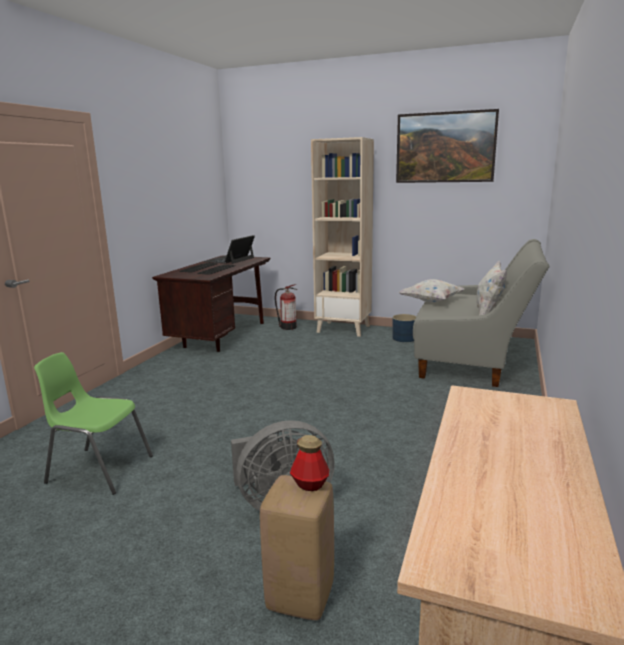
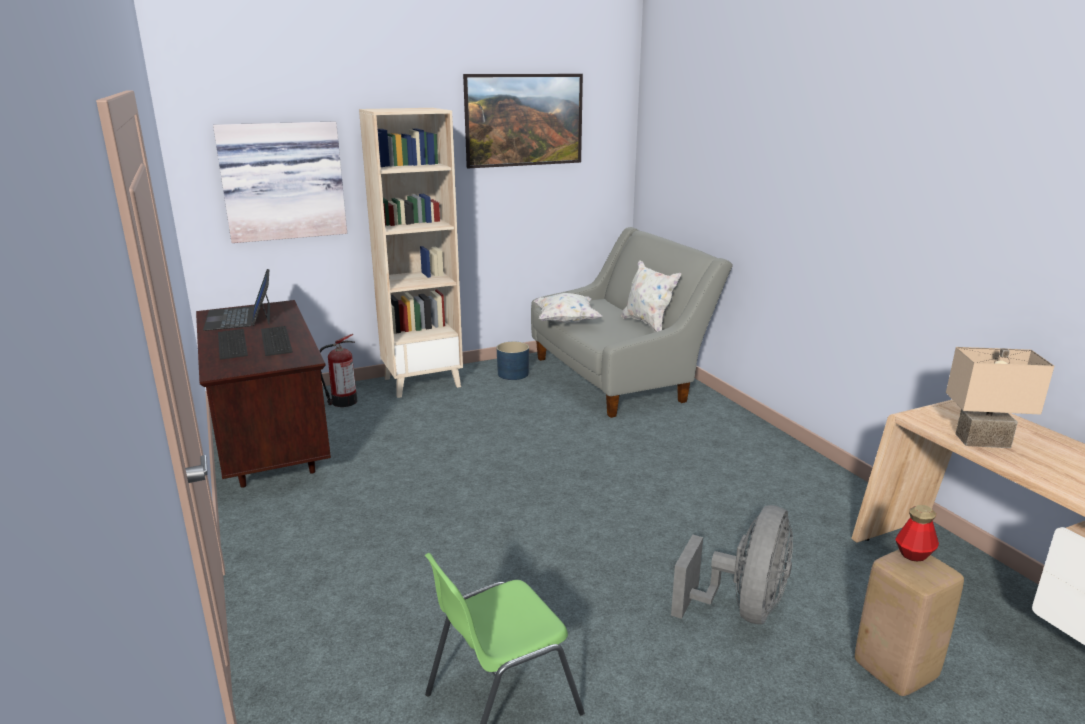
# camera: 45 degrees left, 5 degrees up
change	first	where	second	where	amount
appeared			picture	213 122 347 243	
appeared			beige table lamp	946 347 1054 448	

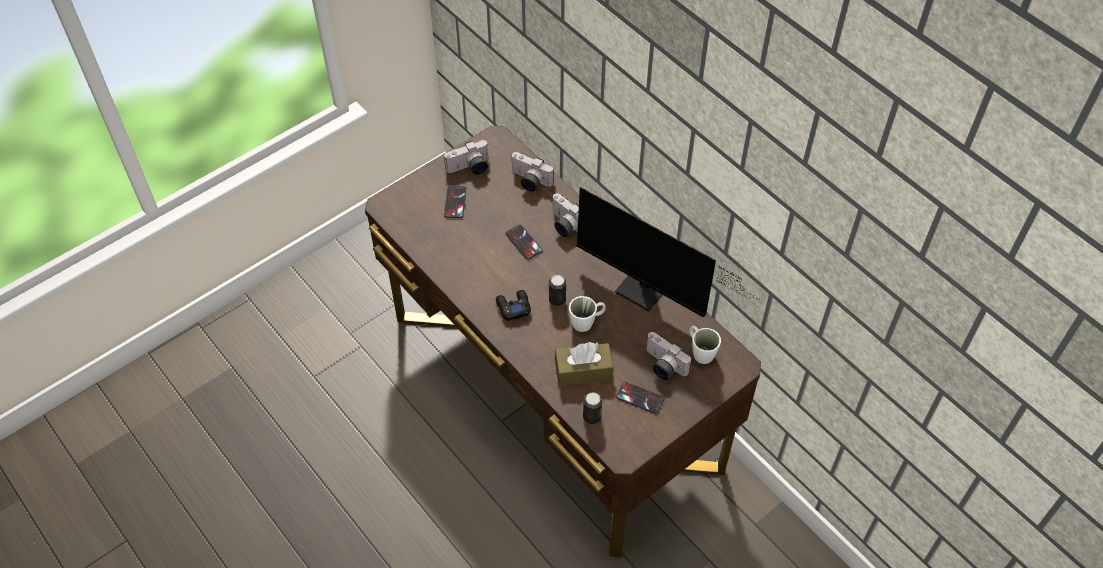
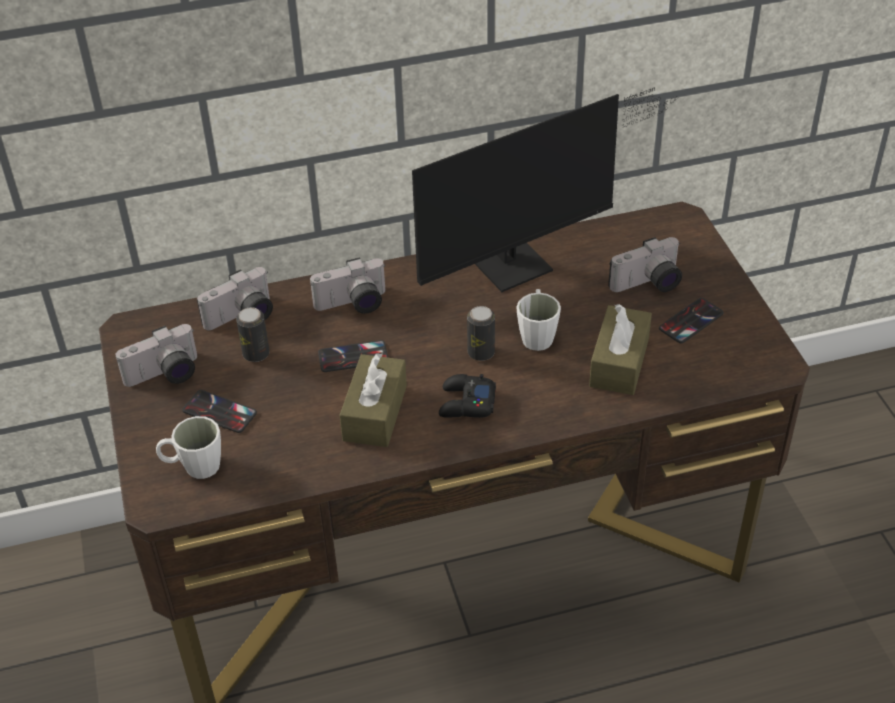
# camera: 65 degrees left, 10 degrees down
change	first	where	second	where	amount
spun	photo camera	444 140 489 174		116 324 197 387	60 degrees clockwise
relocated	white mug	690 326 721 364		156 416 221 479	
relocated	can	583 392 602 424		236 307 270 362	
appeared			brown tissue box	339 353 407 447	

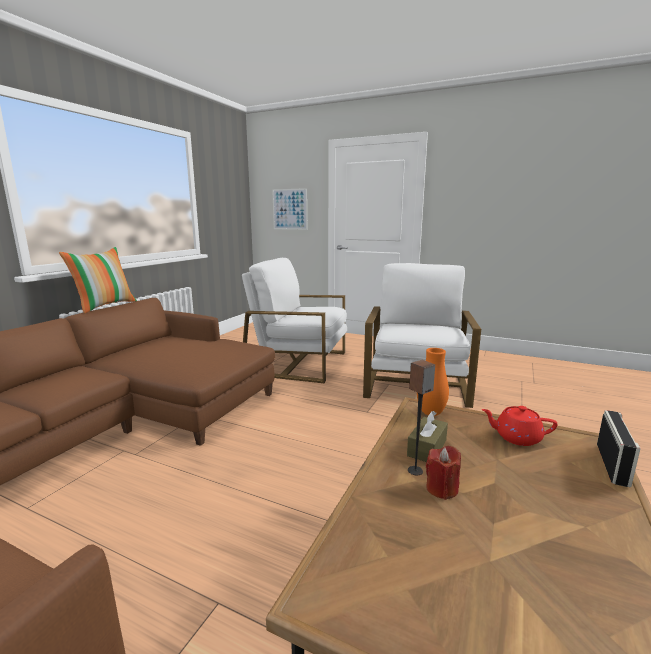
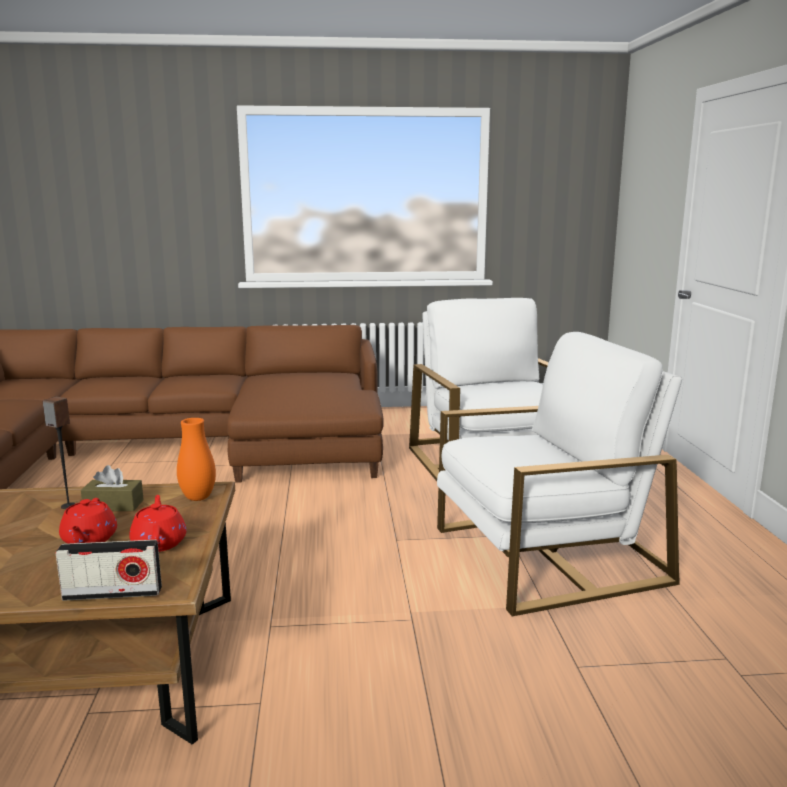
# camera: 60 degrees right, 0 degrees up
change	first	where	second	where	amount
missing	picture	272 188 307 230			
missing	pillow	59 247 137 313			
missing	red candle	426 446 461 500			
appeared			red teapot	59 498 117 544	

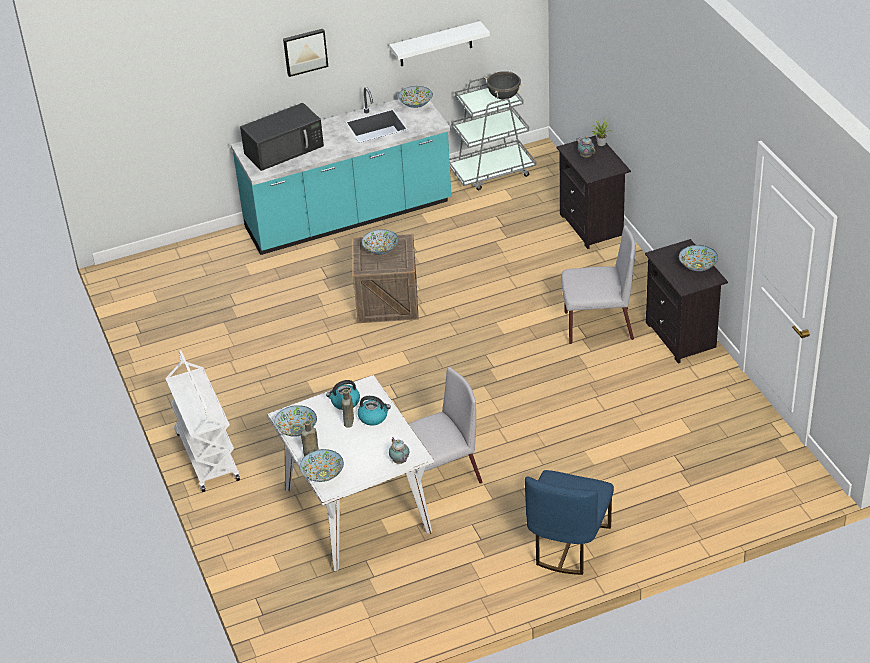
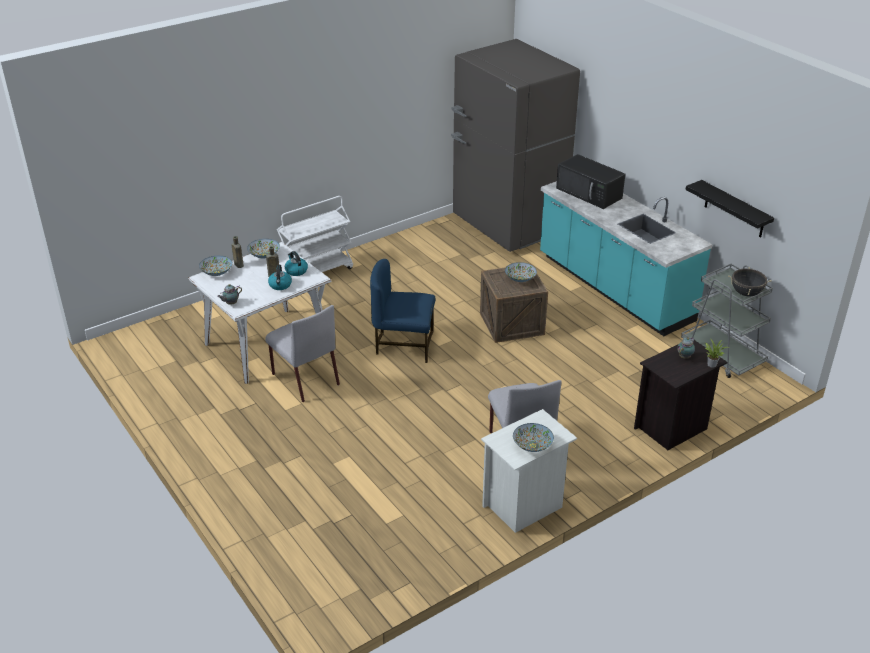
# camera: 75 degrees right, 5 degrees down
change	first	where	second	where	amount
colour	white shelf	389 21 490 66	black shelf	685 180 774 237	
missing	picture	283 29 328 77			
missing	bowl	398 86 433 108			
colour	black nightstand	645 239 728 364	white nightstand	481 409 577 533	
relocated	blue chair	525 470 614 575		370 259 435 363	
appeared			grey fridge	451 39 580 252	

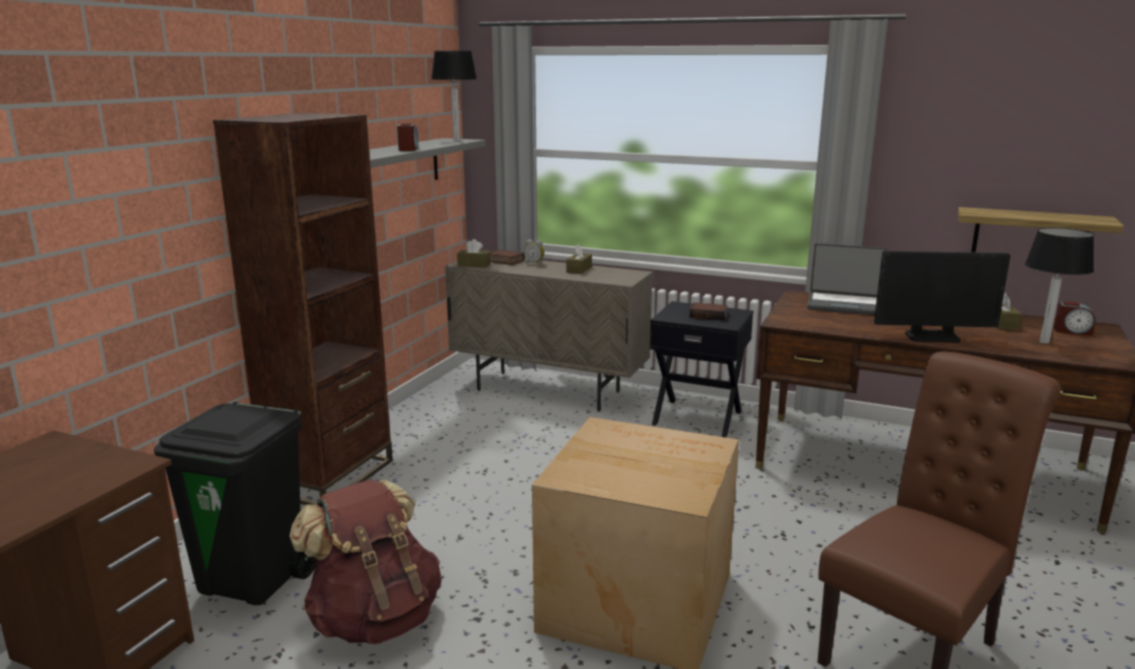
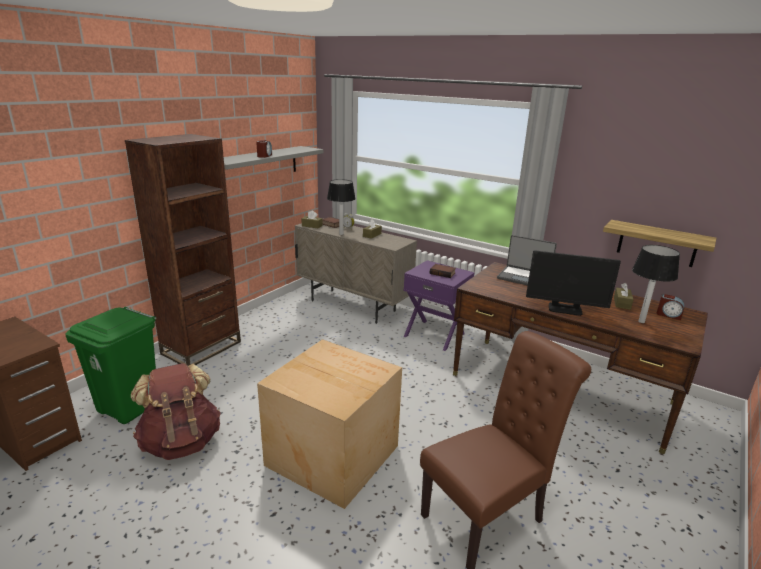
# camera: 10 degrees right, 5 degrees up
change	first	where	second	where	amount
relocated	table lamp	432 51 477 141		327 179 356 235	
colour	black nightstand	650 301 753 437	purple nightstand	404 260 474 351	
colour	black trash can	154 402 317 605	green trash can	66 307 156 424	

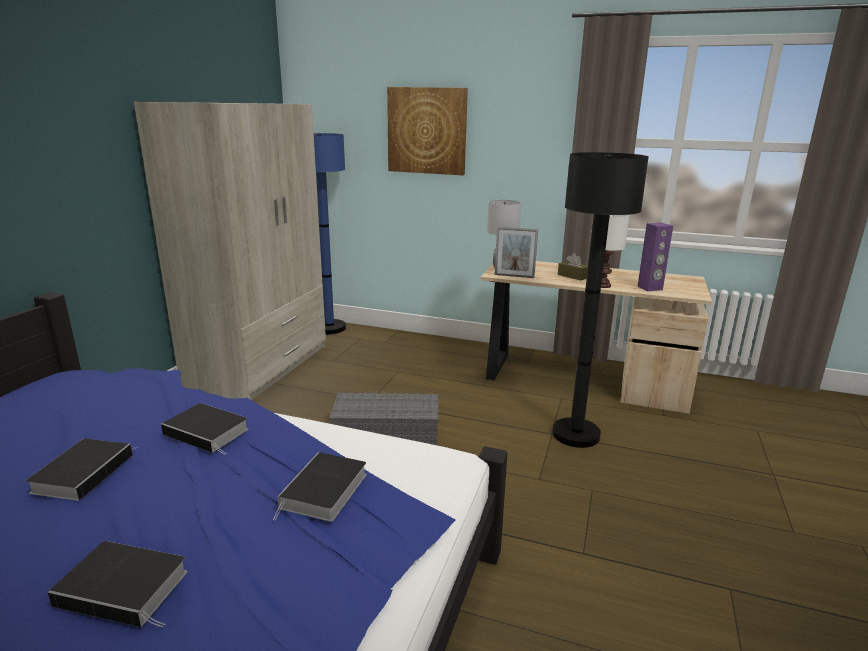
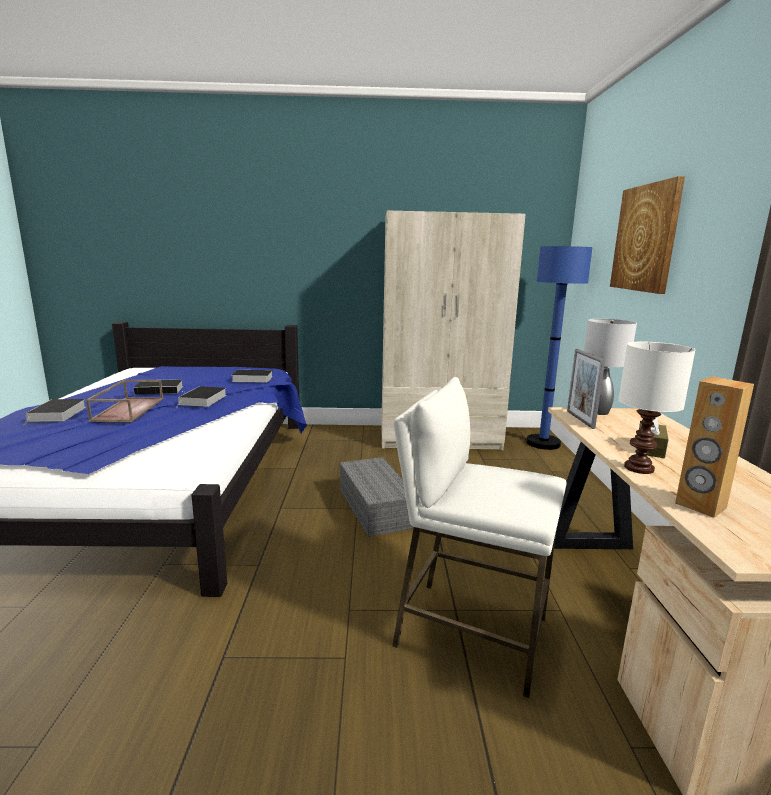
# camera: 70 degrees right, 5 degrees down
change	first	where	second	where	amount
exchanged	black floor lamp	552 152 649 448	white stool	392 377 567 698	
colour	purple speaker	638 223 673 291	brown speaker	675 377 754 518	
relocated	book	273 452 367 522		231 370 273 383	
appeared			brown tray	86 380 163 422	

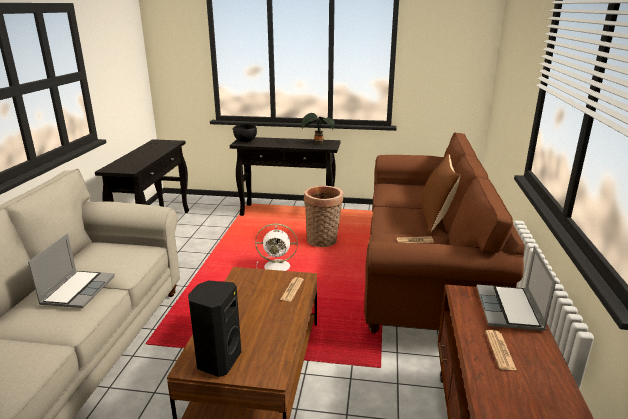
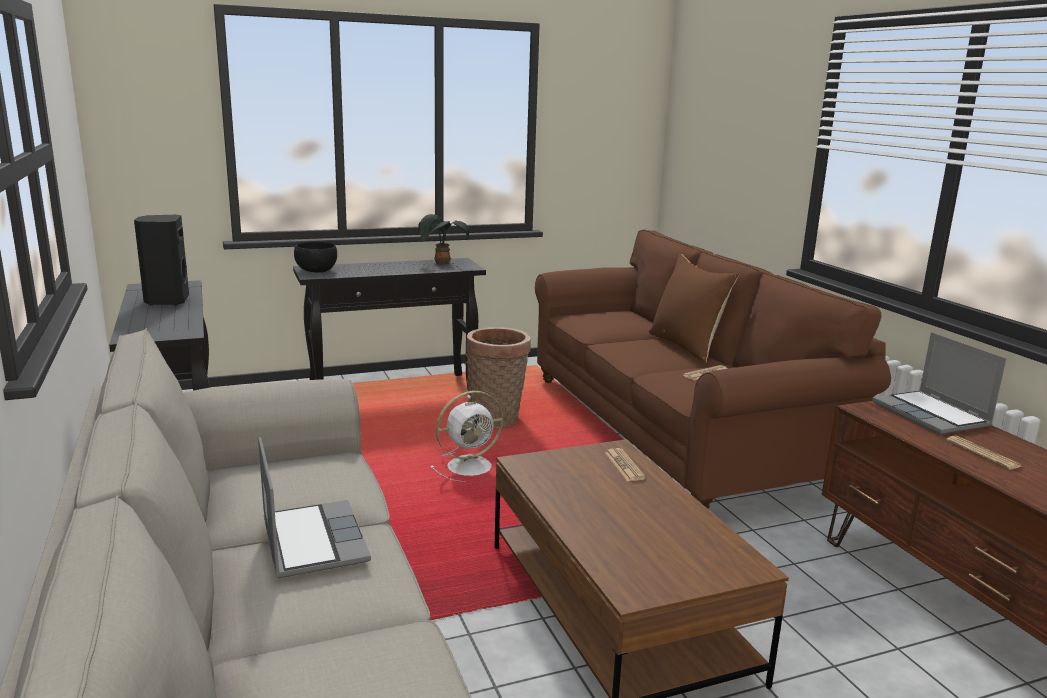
# camera: 30 degrees left, 5 degrees down
change	first	where	second	where	amount
relocated	black speaker	188 281 241 377		134 215 189 306	

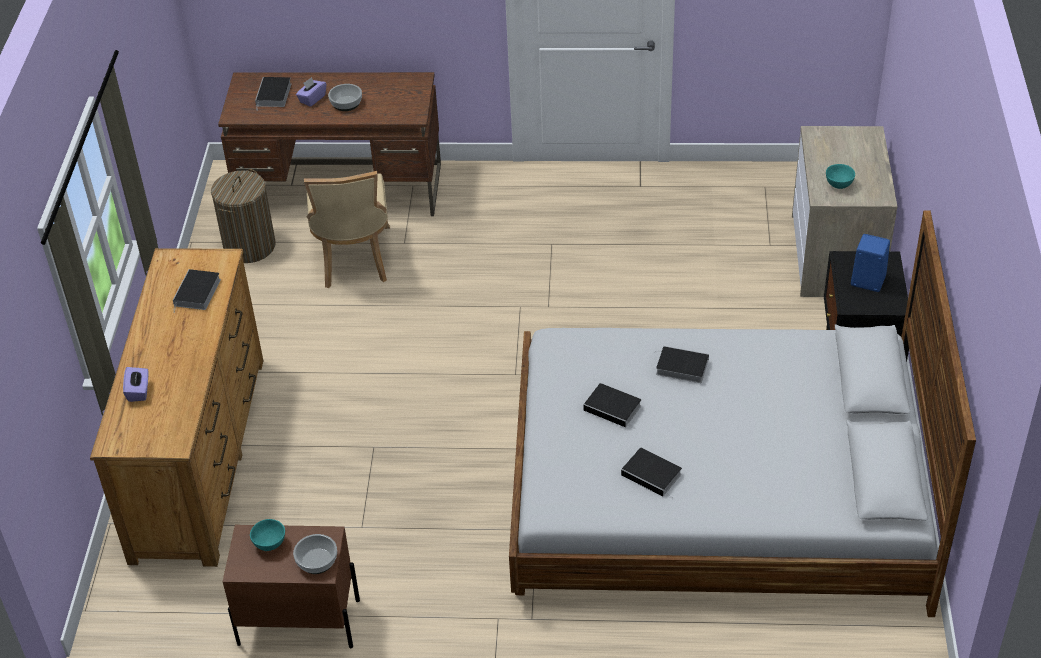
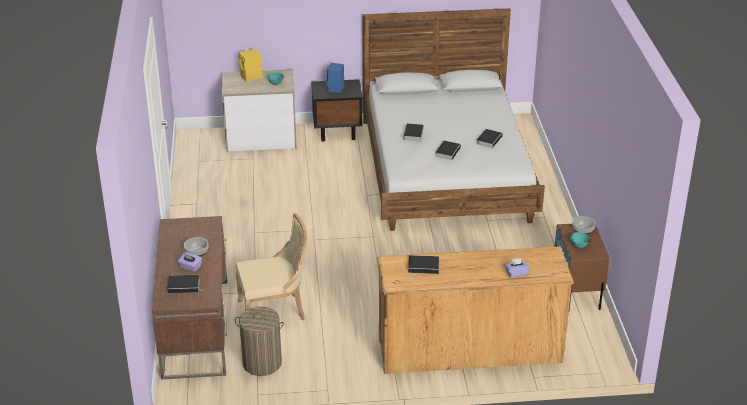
# camera: 100 degrees left, 10 degrees down
change	first	where	second	where	amount
appeared			yellow speaker	238 48 263 82	

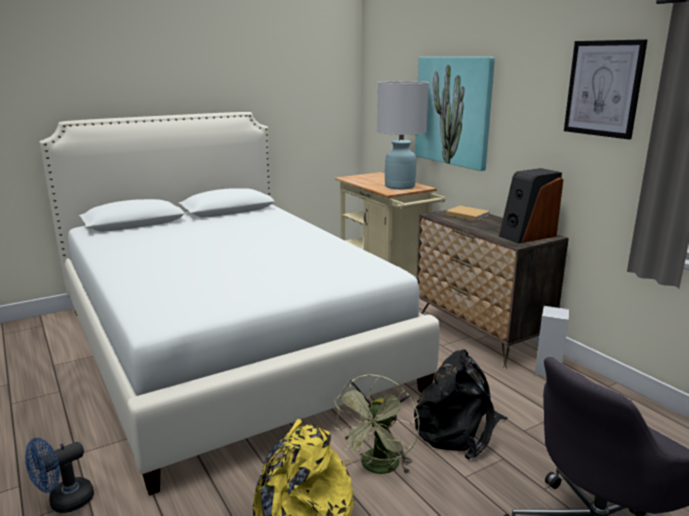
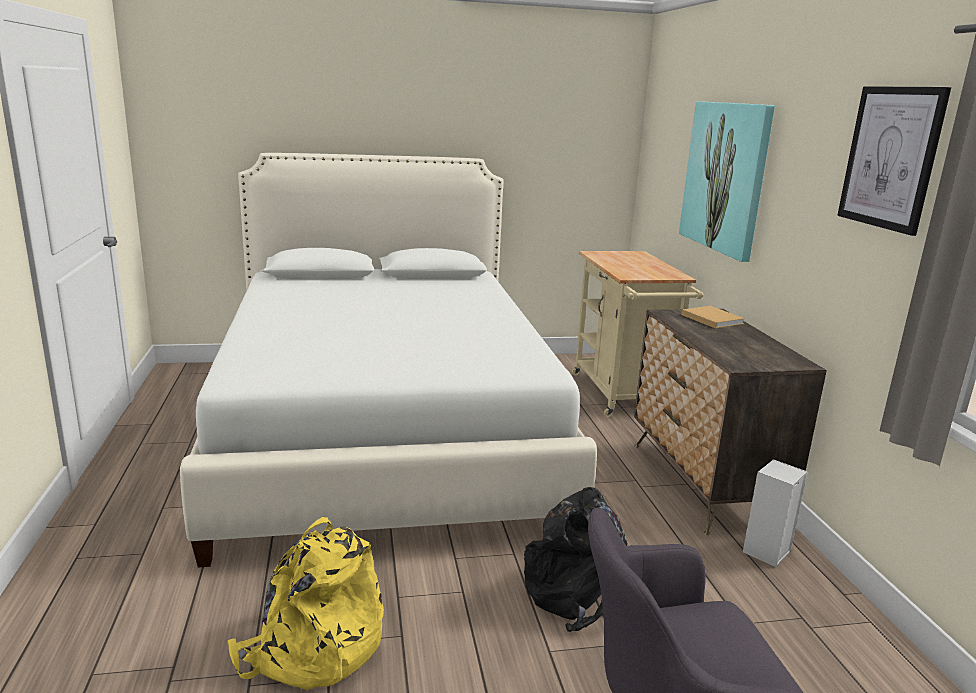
# camera: 20 degrees right, 0 degrees up
change	first	where	second	where	amount
missing	white table lamp	377 81 429 189			
missing	speaker	499 168 563 243			
missing	green fan	332 374 420 475			
missing	blue fan	25 438 94 513			

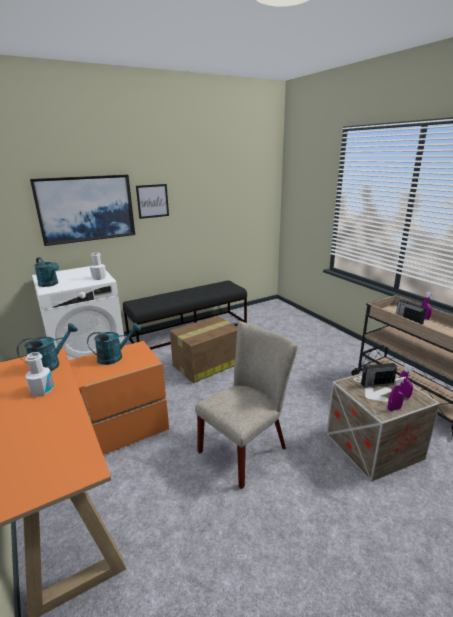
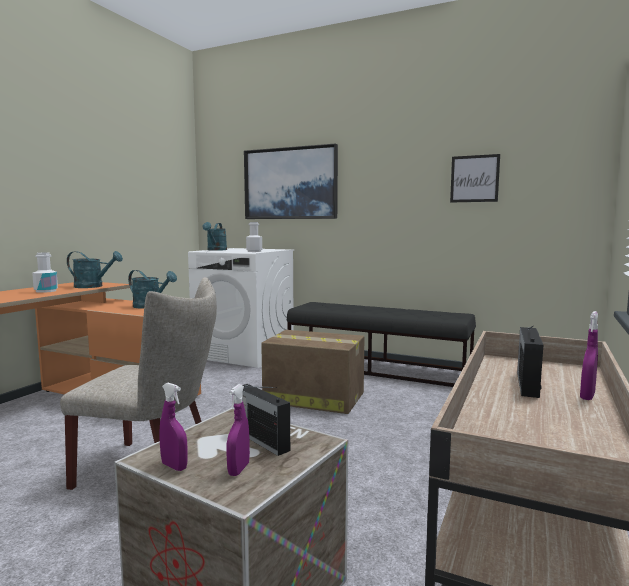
# camera: 55 degrees right, 15 degrees down
change	first	where	second	where	amount
relocated	picture	136 184 169 219		450 154 500 202	

